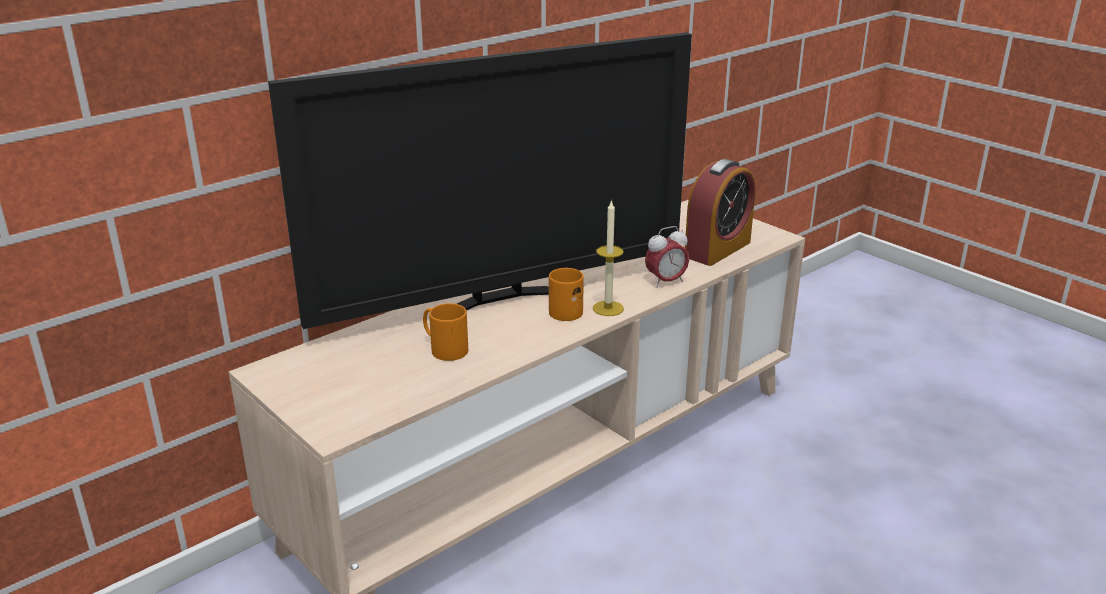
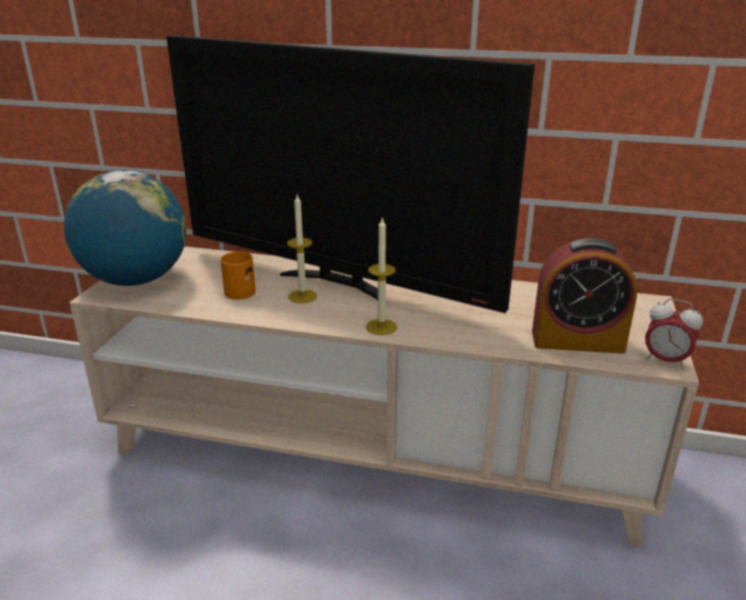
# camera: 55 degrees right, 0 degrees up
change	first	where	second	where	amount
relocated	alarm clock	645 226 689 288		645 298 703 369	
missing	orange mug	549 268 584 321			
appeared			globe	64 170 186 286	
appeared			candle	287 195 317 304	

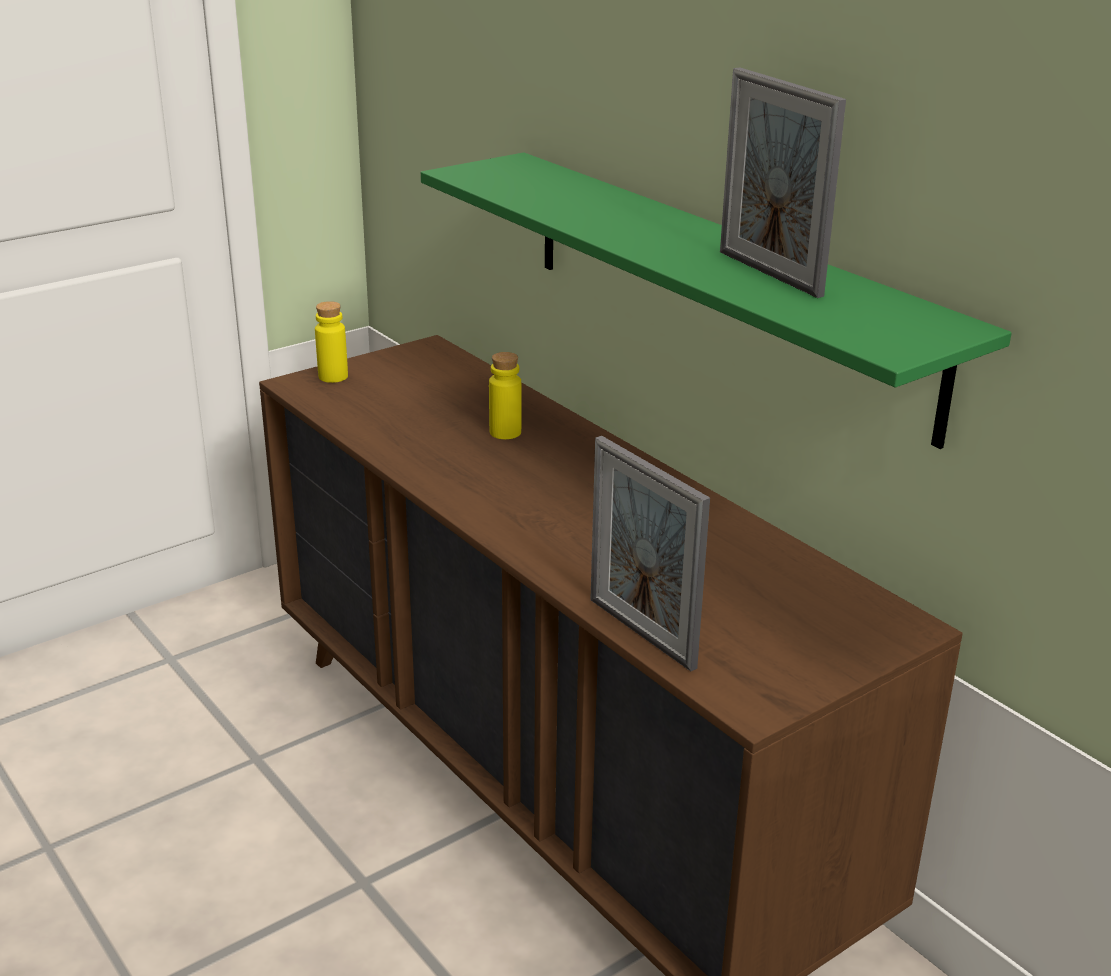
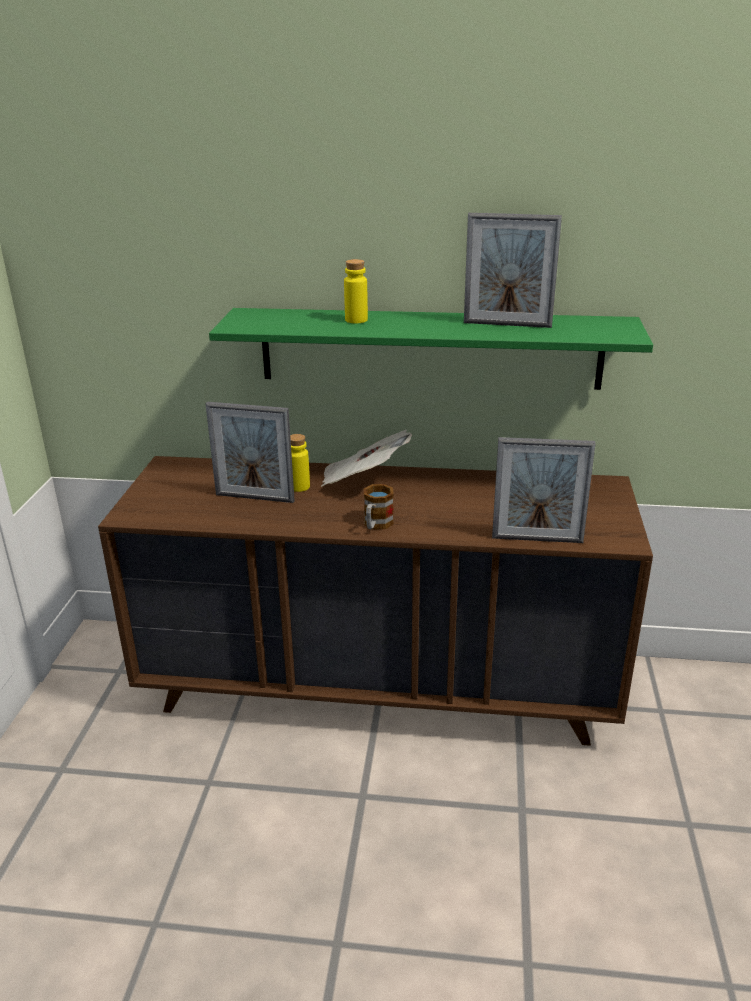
# camera: 45 degrees left, 0 degrees up
change	first	where	second	where	amount
relocated	yellow bottle	315 301 348 383		344 259 368 323	
appeared			picture frame	205 402 295 503	
appeared			newspaper	321 430 412 487	
appeared			mug	364 484 394 529	

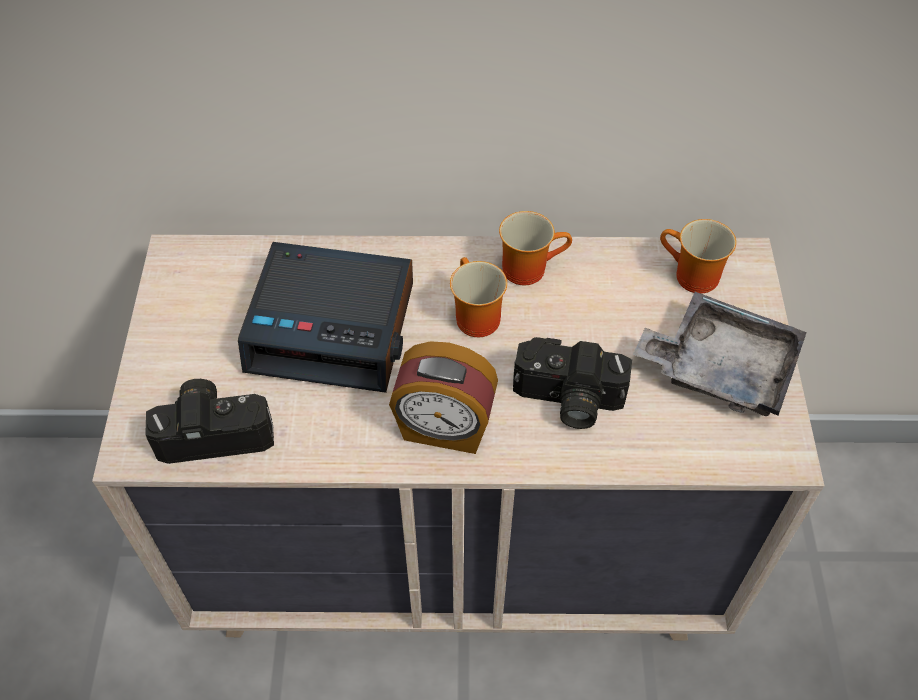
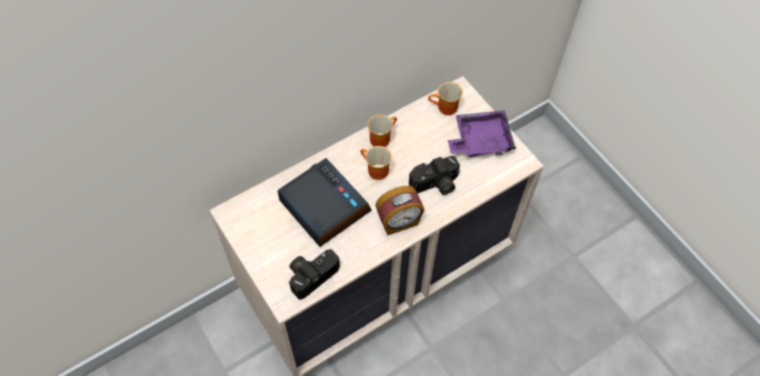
# camera: 35 degrees left, 5 degrees up
change	first	where	second	where	amount
spun	alarm clock	238 242 413 393		277 158 372 247	105 degrees counterclockwise
colour	grey tray	633 292 807 416	purple tray	448 110 516 157	

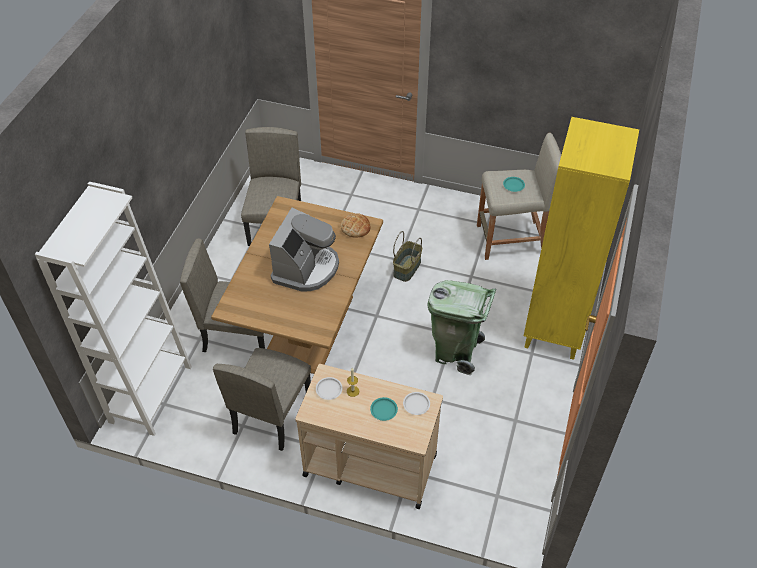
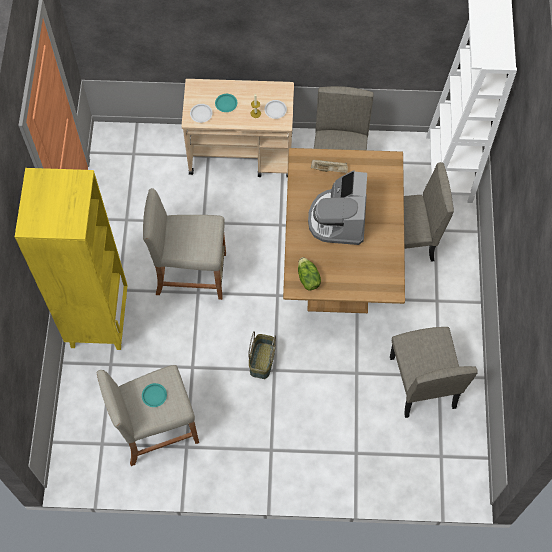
# camera: 165 degrees right, 15 degrees up
change	first	where	second	where	amount
exchanged	bread	340 213 371 238	lettuce	298 257 321 291	
exchanged	green trash can	427 280 496 375	beige stool	143 188 226 300	
appeared			beige tray	311 159 348 173	

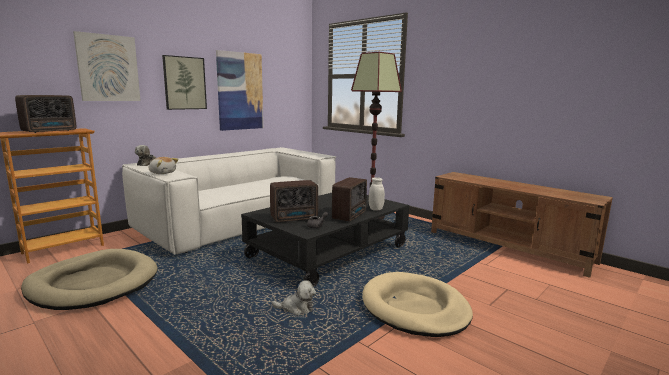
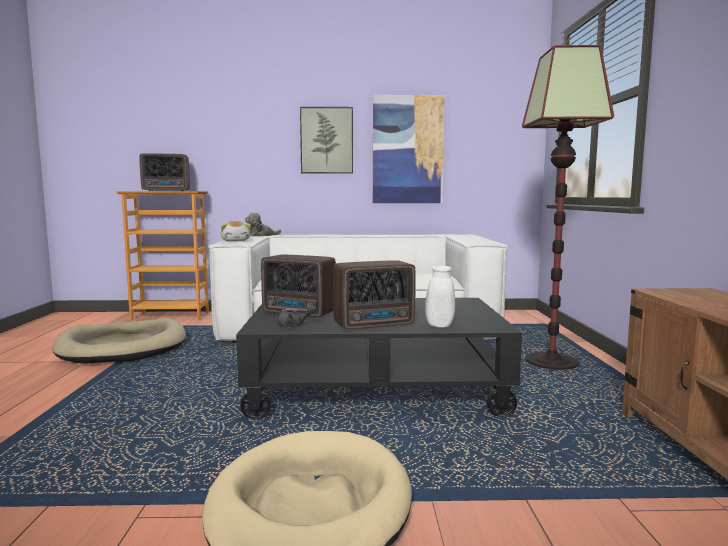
# camera: 45 degrees right, 5 degrees down
change	first	where	second	where	amount
missing	picture	73 31 141 101			
missing	plush toy	272 280 316 316			

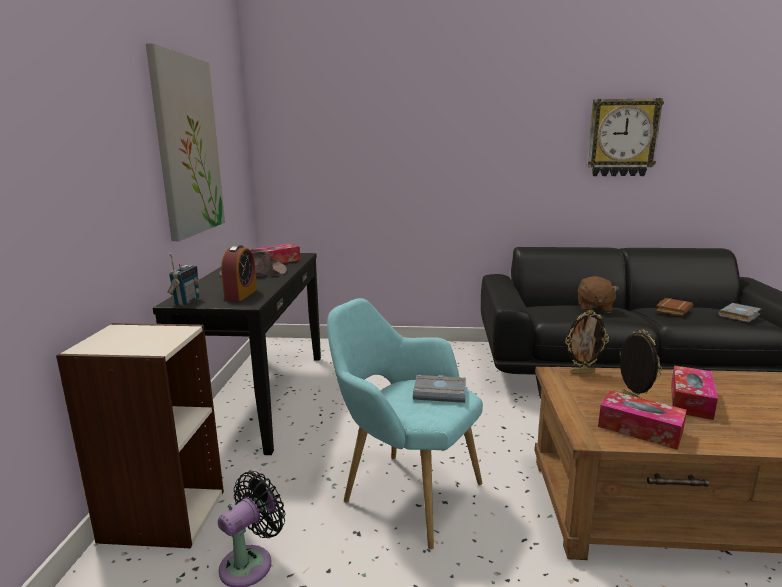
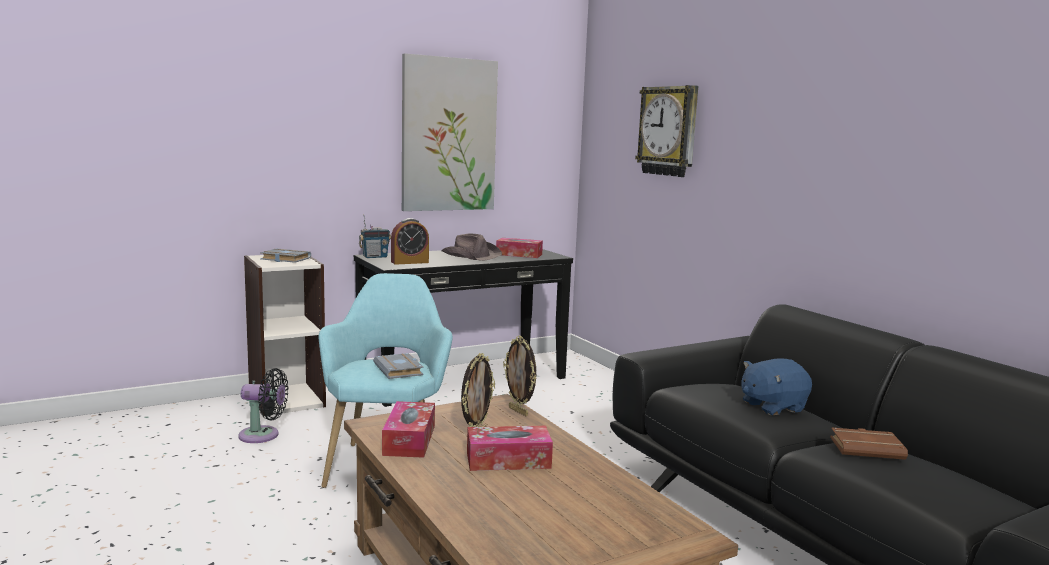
# camera: 55 degrees right, 5 degrees down
change	first	where	second	where	amount
relocated	wall clock	587 98 664 176		635 85 698 177	
colour	brown plush toy	578 276 620 313	blue plush toy	742 358 812 415	
relocated	grey book	718 303 761 322		260 248 311 263	

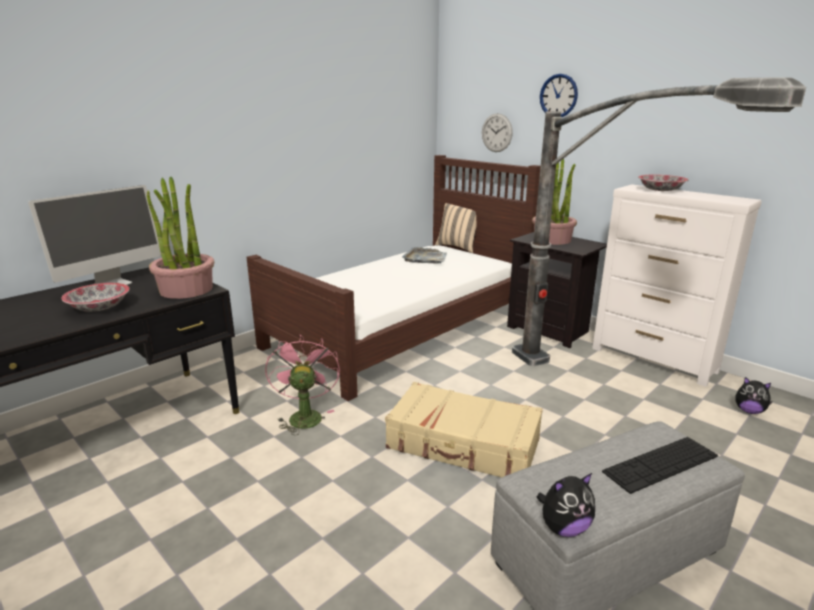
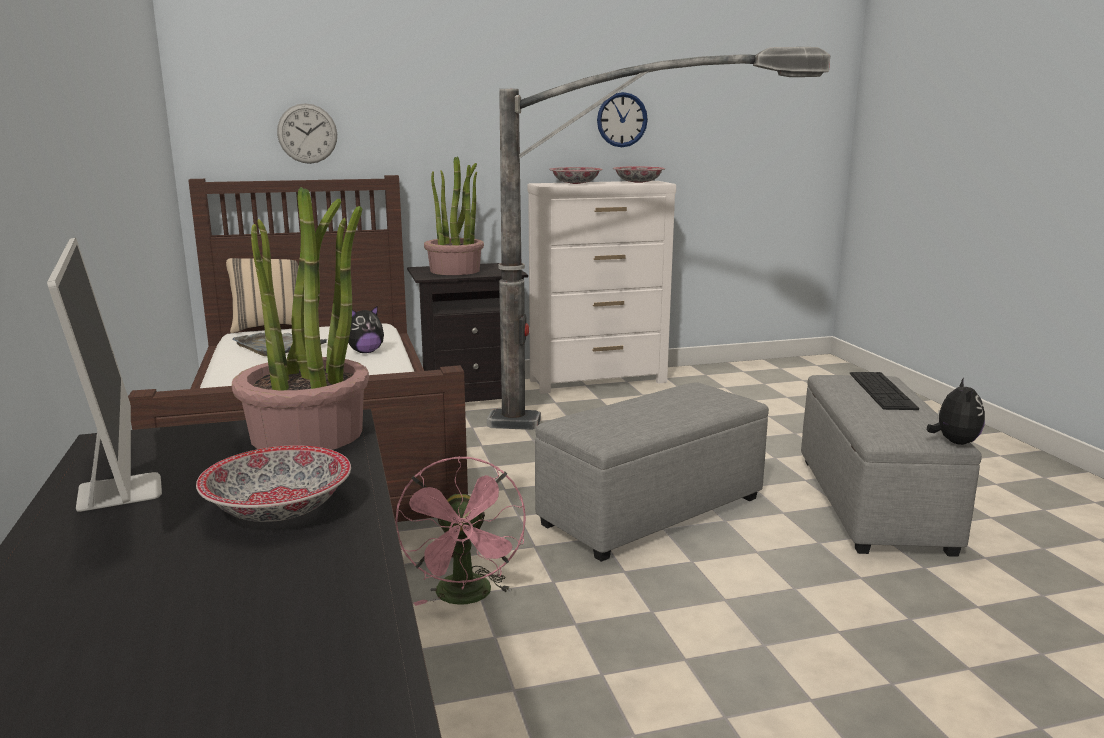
# camera: 60 degrees left, 5 degrees down
change	first	where	second	where	amount
relocated	wall clock	540 74 578 117		597 92 648 147	
spun	pink fan	265 335 340 435		395 456 526 606	120 degrees counterclockwise
relocated	plush toy	735 377 772 414		348 305 384 353	
exchanged	beige suitcase	385 382 543 477	grey ottoman	535 382 769 562	
appeared			bowl	613 166 665 183	

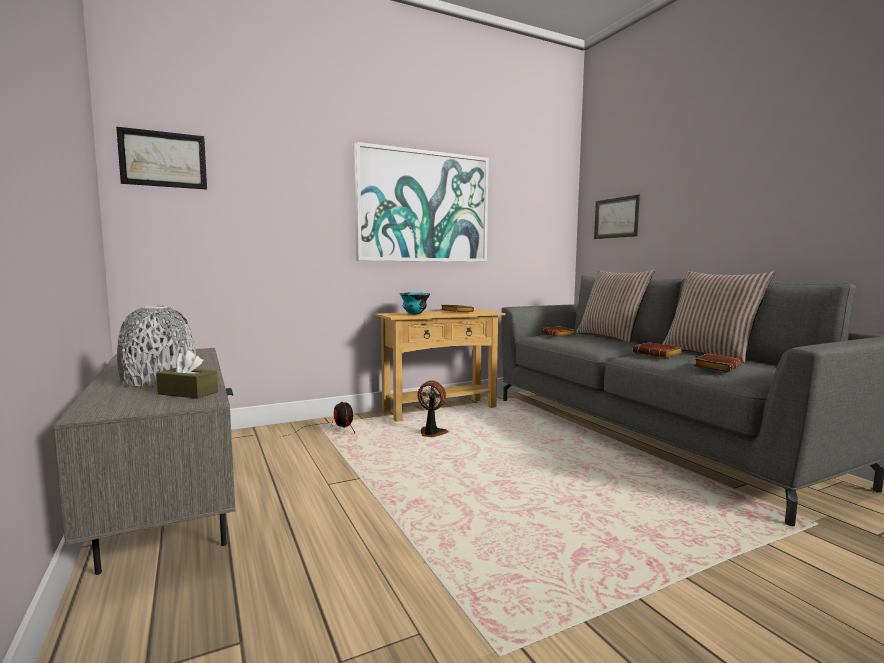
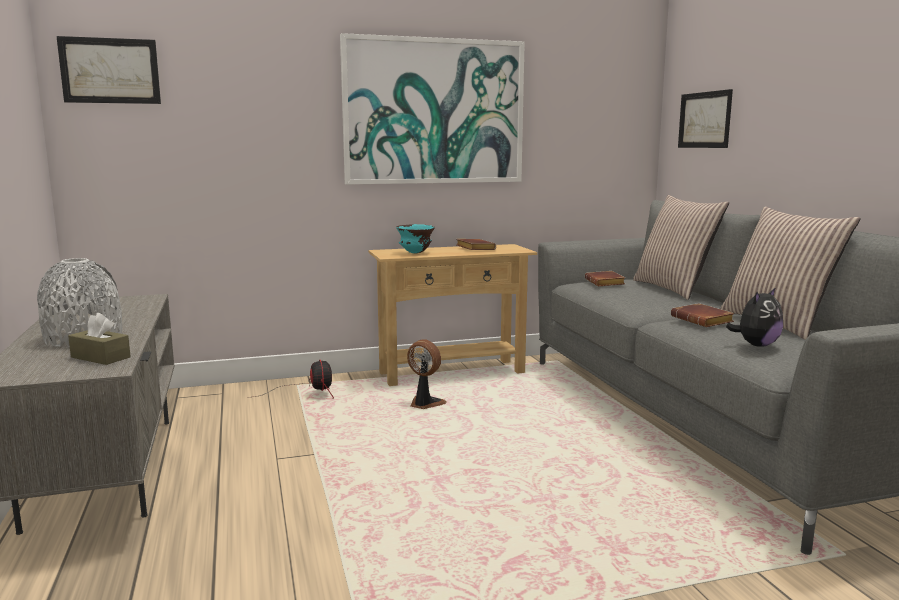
# camera: 10 degrees right, 5 degrees up
change	first	where	second	where	amount
exchanged	brown book	694 353 742 372	plush toy	726 287 783 347	

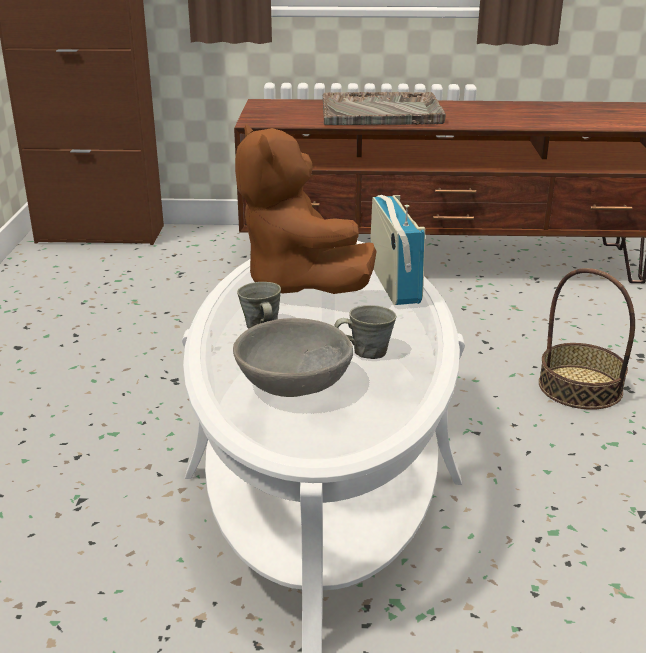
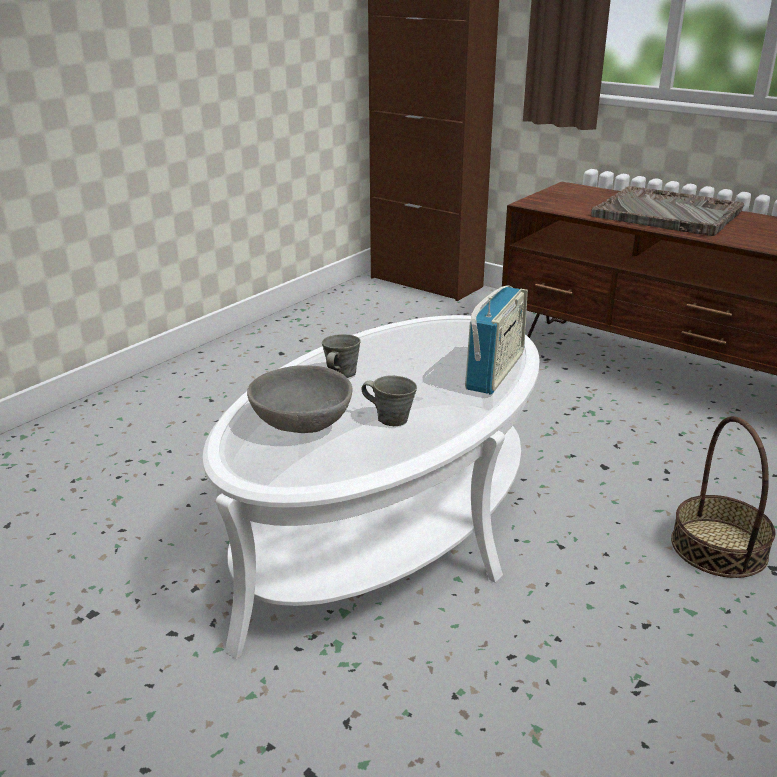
# camera: 35 degrees right, 0 degrees up
change	first	where	second	where	amount
missing	brown plush toy	235 124 377 294			

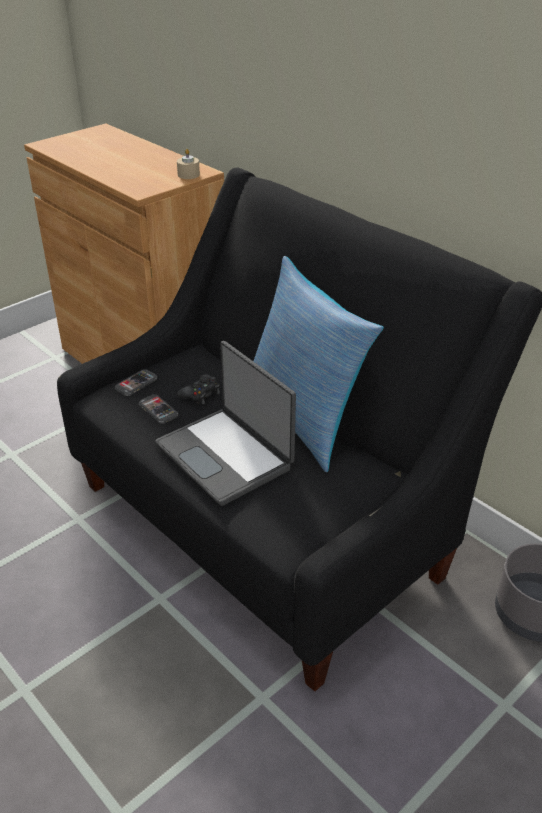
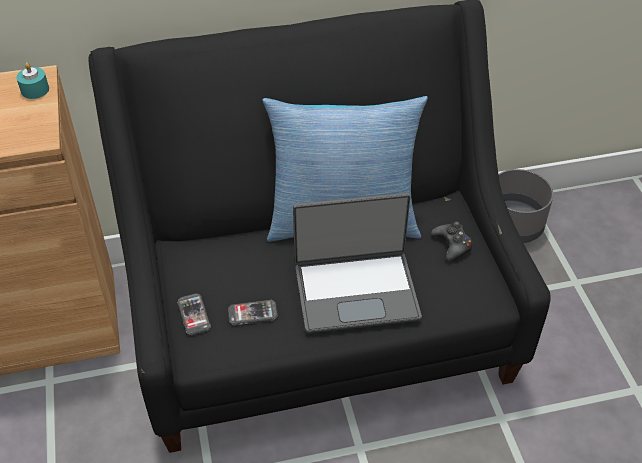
# camera: 60 degrees left, 10 degrees up
change	first	where	second	where	amount
colour	beige candle	177 149 200 179	turquoise candle	16 63 49 99	
relocated	black game controller	177 374 220 404		431 221 473 261	

